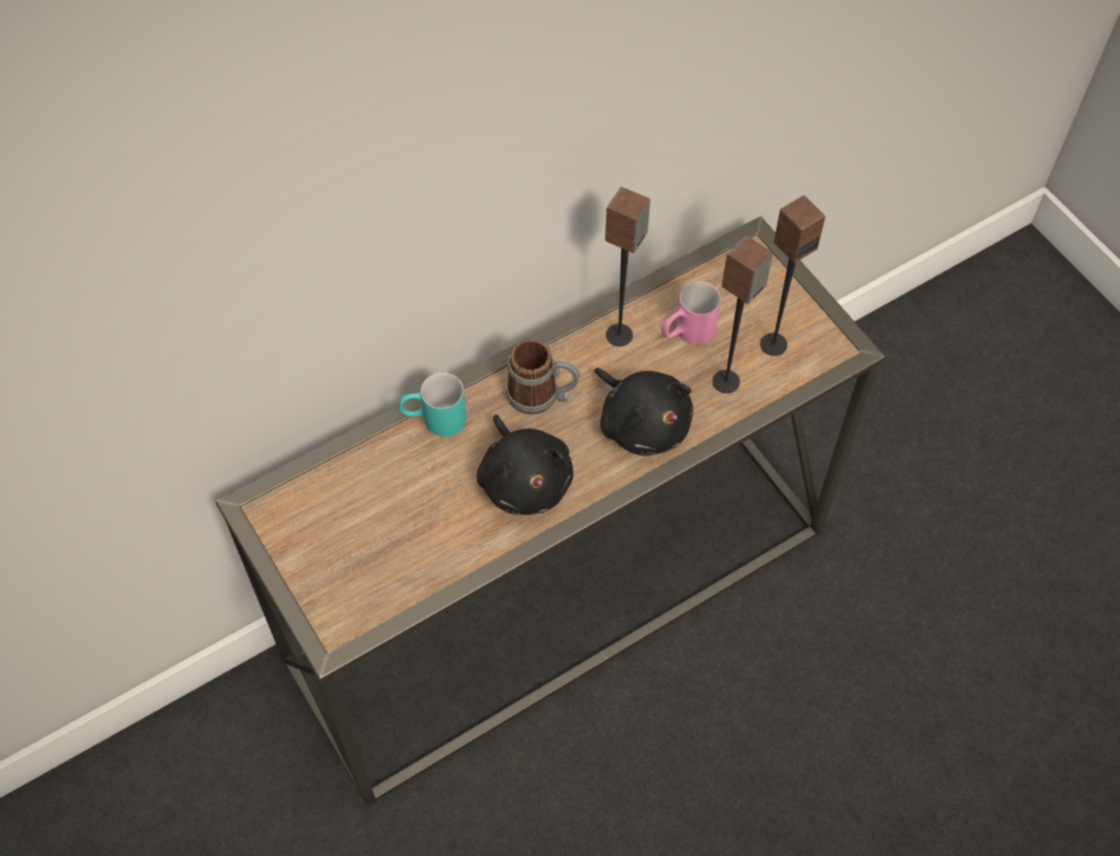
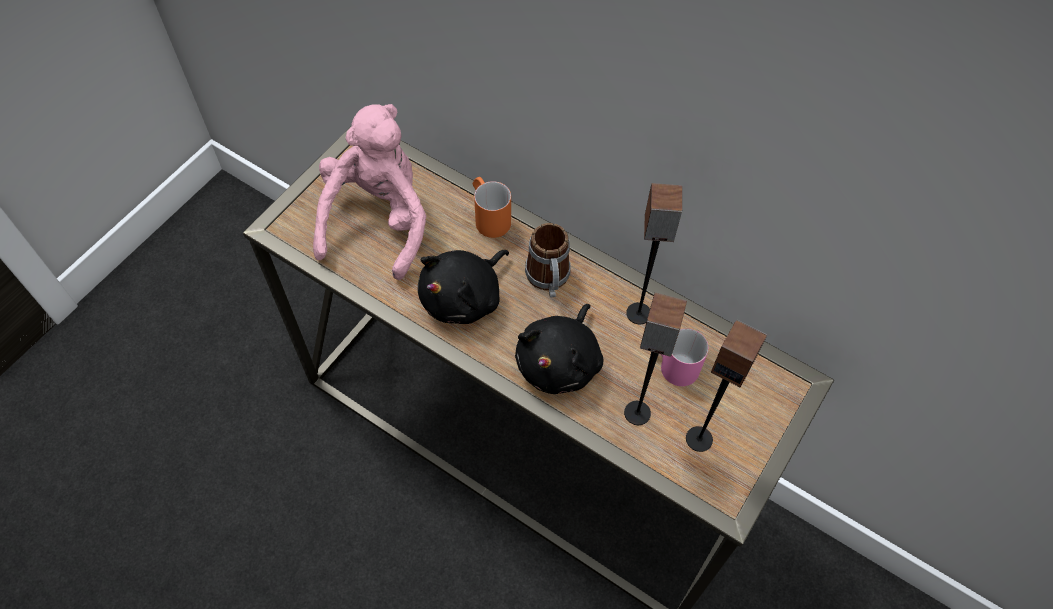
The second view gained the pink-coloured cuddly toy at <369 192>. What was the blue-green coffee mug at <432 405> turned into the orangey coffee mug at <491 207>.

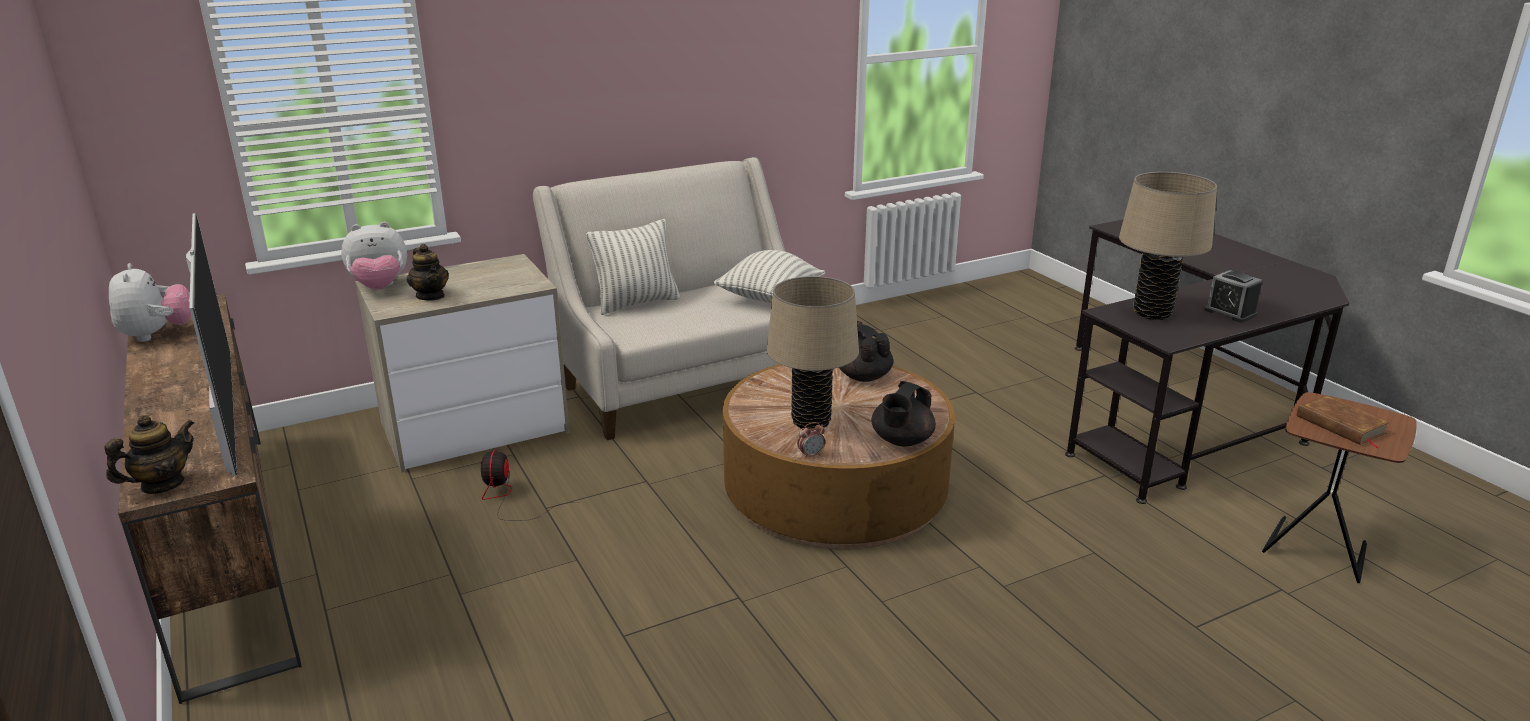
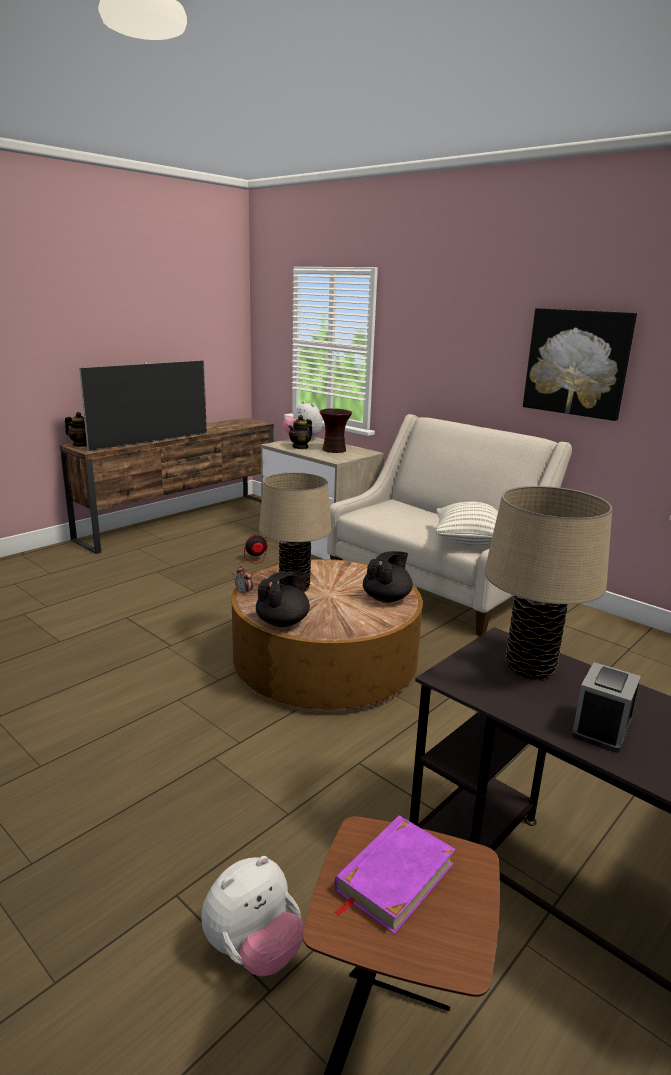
The cuddly toy ended up elsewhere, having gone from <150 302> to <252 916>. The black-coloured pot for tea at <903 414> ended up facing another way, 120 degrees clockwise from before. The second view gained the decorative vase at <335 430>. What was the brown-coloured book at <1343 421> turned into the purplish book at <395 874>. The second view gained the wall art at <580 364>. The second view lost the throw pillow at <633 267>.

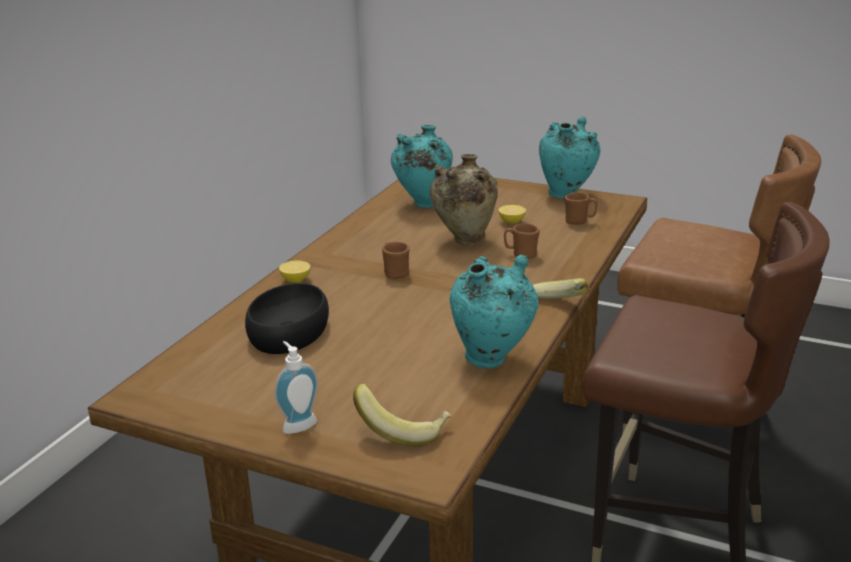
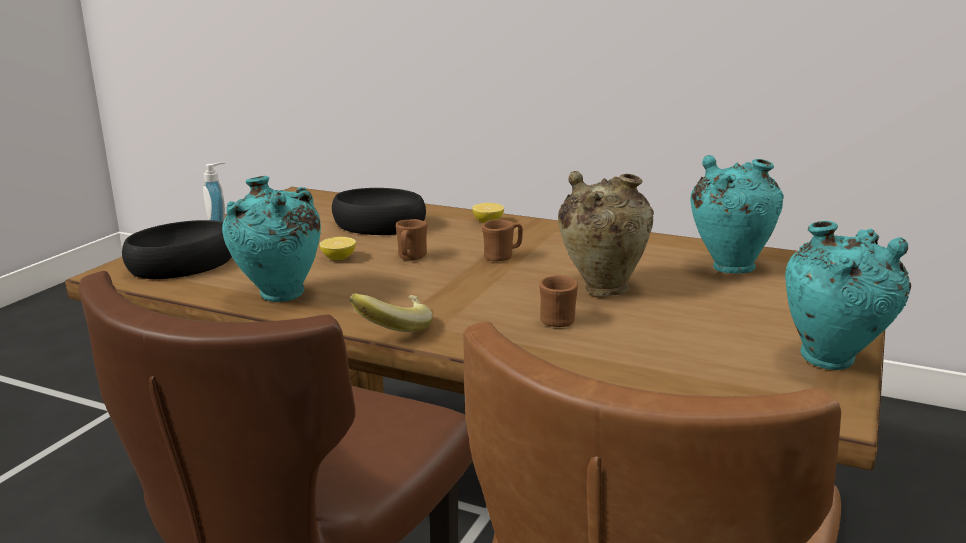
Where the banana fruit stood at <402 415>, the black-coloured serving bowl came to stand at <177 249>. The citrus fruit ended up elsewhere, having gone from <512 214> to <338 248>. The brown-coloured coffee mug ended up elsewhere, having gone from <581 208> to <412 239>.

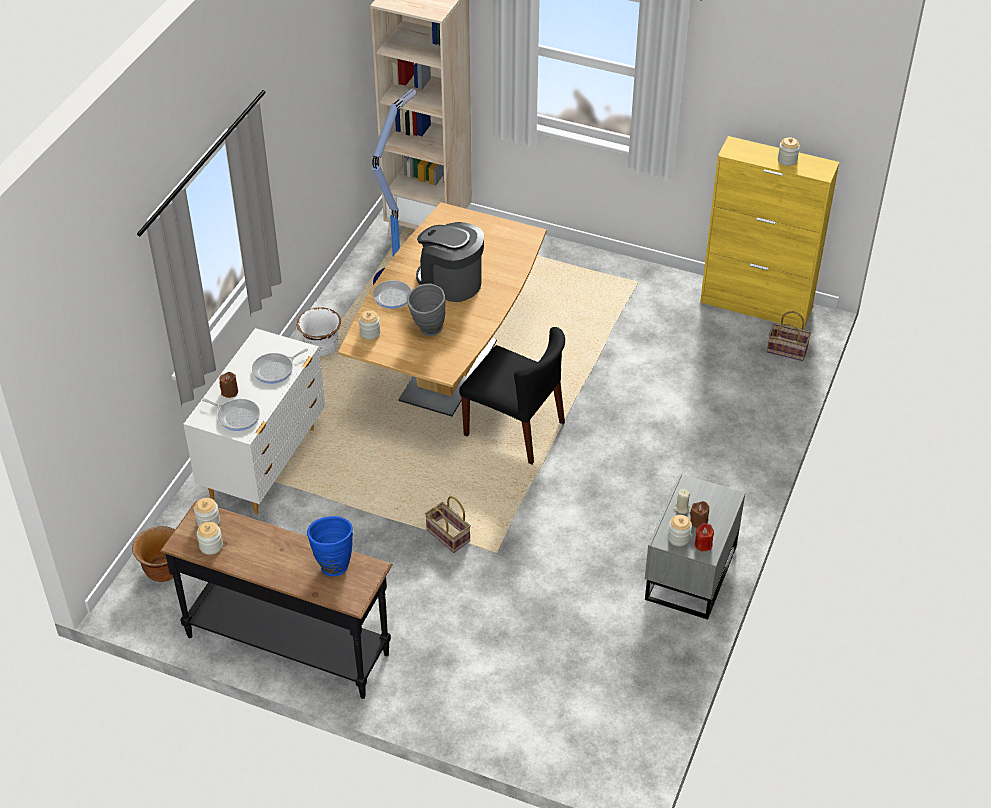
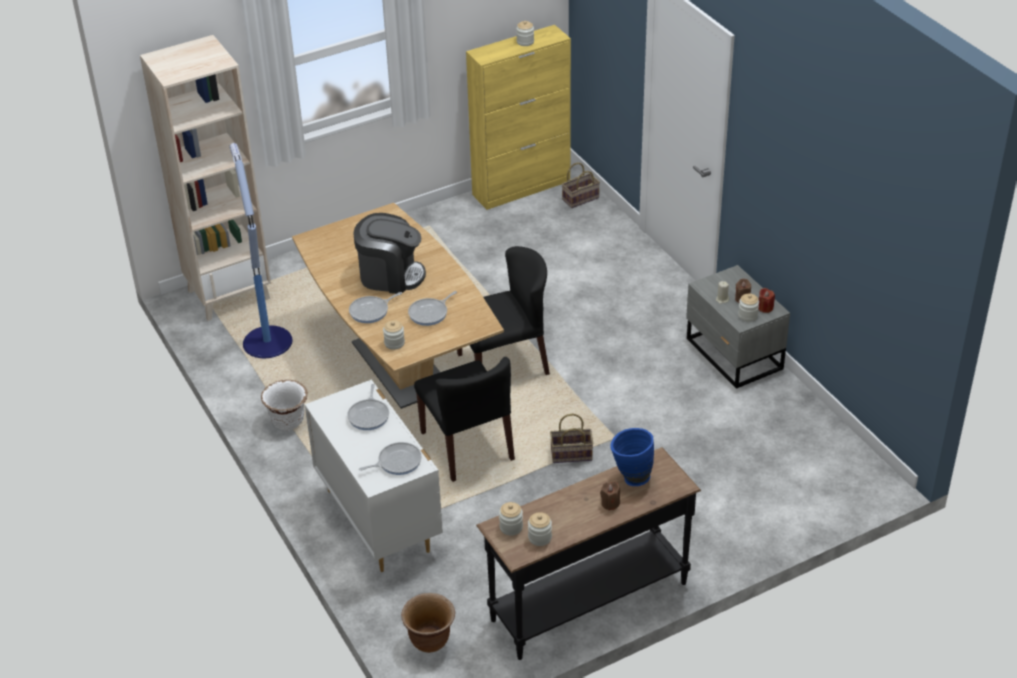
The coffee machine at <450 262> ended up facing another way, 150 degrees counterclockwise from before. Where the grey decorative vase stood at <426 310>, the frying pan came to stand at <432 308>. The second view gained the black-coloured plain chair at <464 419>. The brown-coloured wax light ended up elsewhere, having gone from <228 385> to <610 496>.

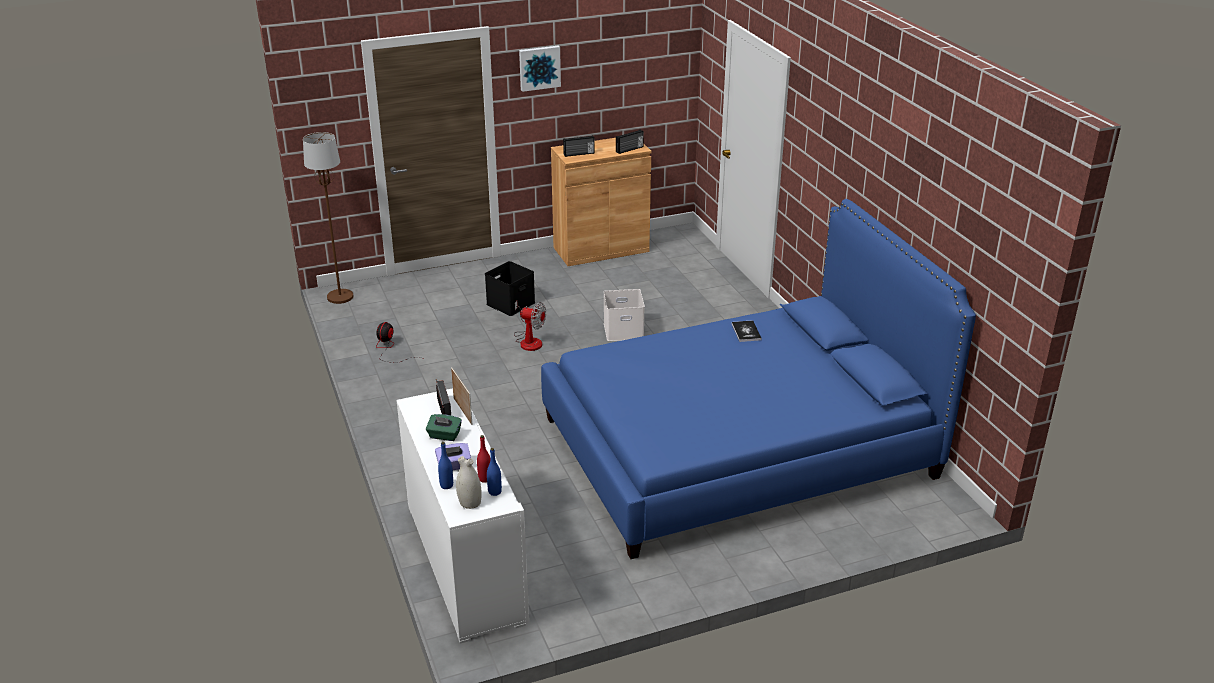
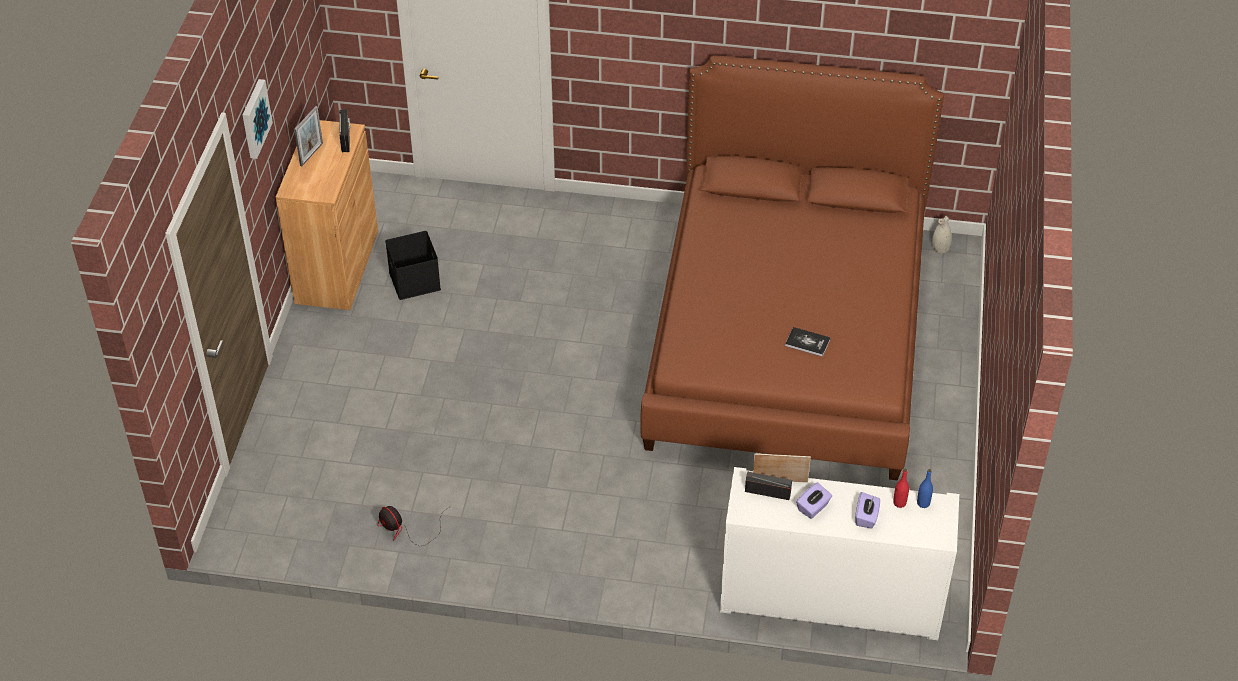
The second view gained the standing frame at <308 136>. The black-coloured storage box ended up elsewhere, having gone from <510 288> to <413 265>. What was the bluish bed at <758 379> turned into the brown-coloured bed at <792 268>. The book ended up elsewhere, having gone from <747 331> to <808 342>. What was the green-coloured tissue box at <444 427> turned into the purplish tissue box at <814 500>. The white-coloured decorative vase ended up elsewhere, having gone from <469 482> to <942 235>. The second view lost the brown-coloured standing lamp at <328 218>. The second view lost the bluish bottle at <445 465>. The second view lost the fan at <530 326>. The second view lost the radio receiver at <579 146>. The second view lost the white-coloured storage box at <624 315>.

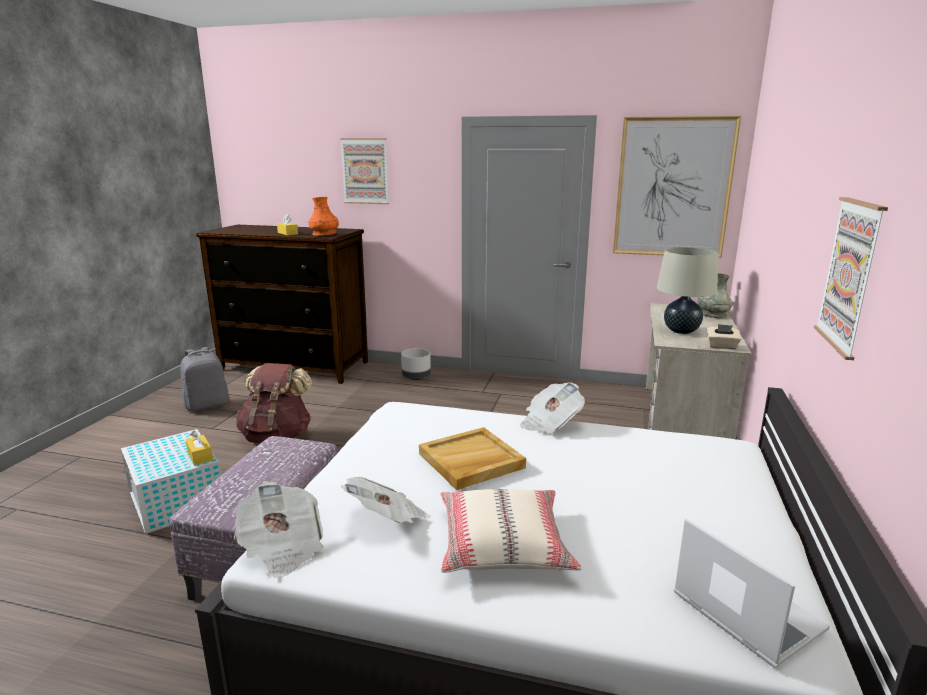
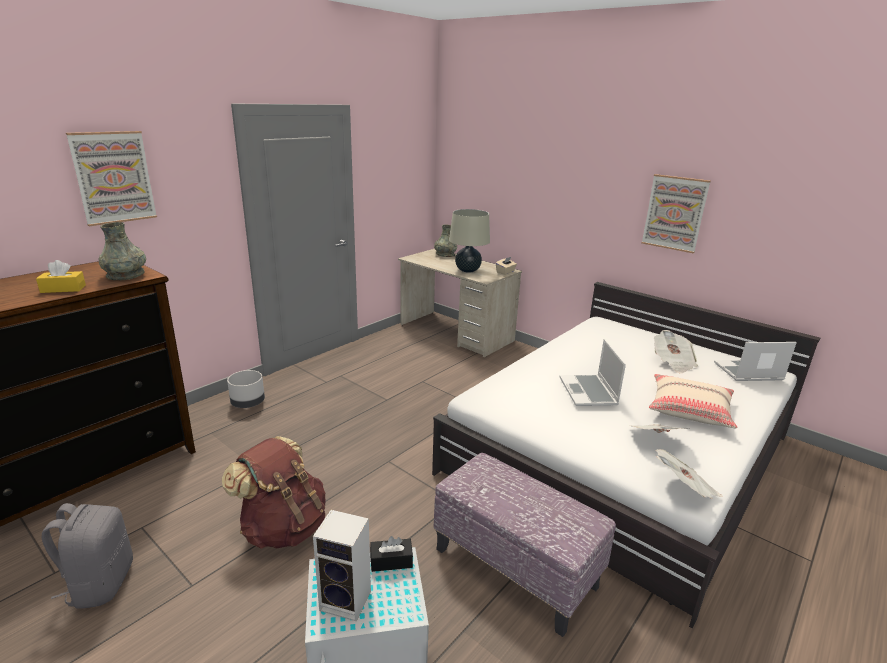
What was the orangey decorative vase at <323 216> turned into the grey decorative vase at <122 251>. The second view gained the audio speaker at <342 565>. What was the yellow-coloured tissue box at <199 448> turned into the black-coloured tissue box at <391 554>. Where the beige-coloured carrying tray stood at <472 458>, the notebook computer came to stand at <593 372>. The newspaper ended up elsewhere, having gone from <552 408> to <676 351>. The second view lost the wall art at <677 187>.

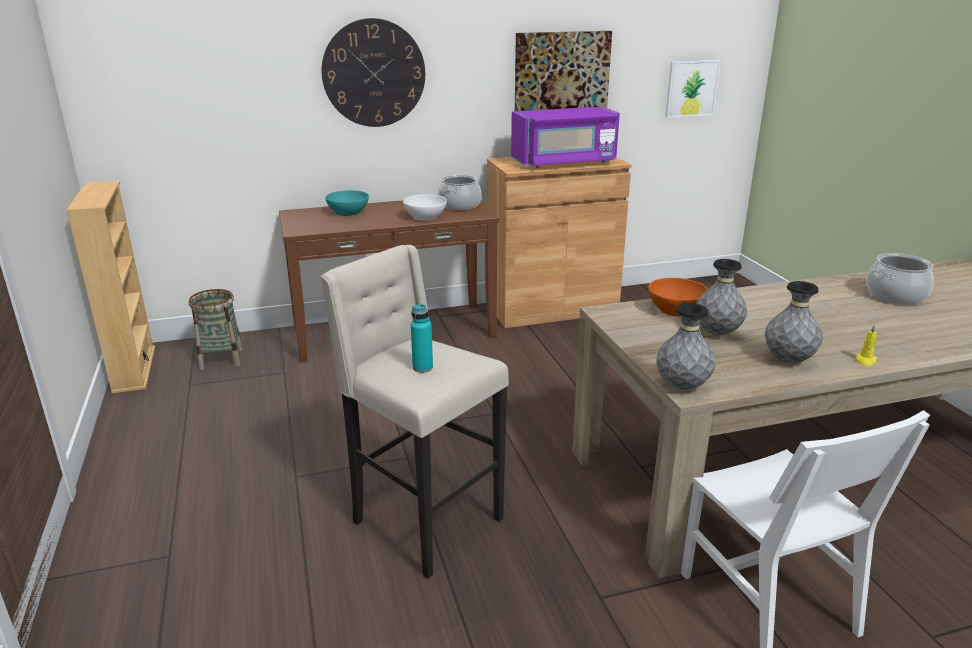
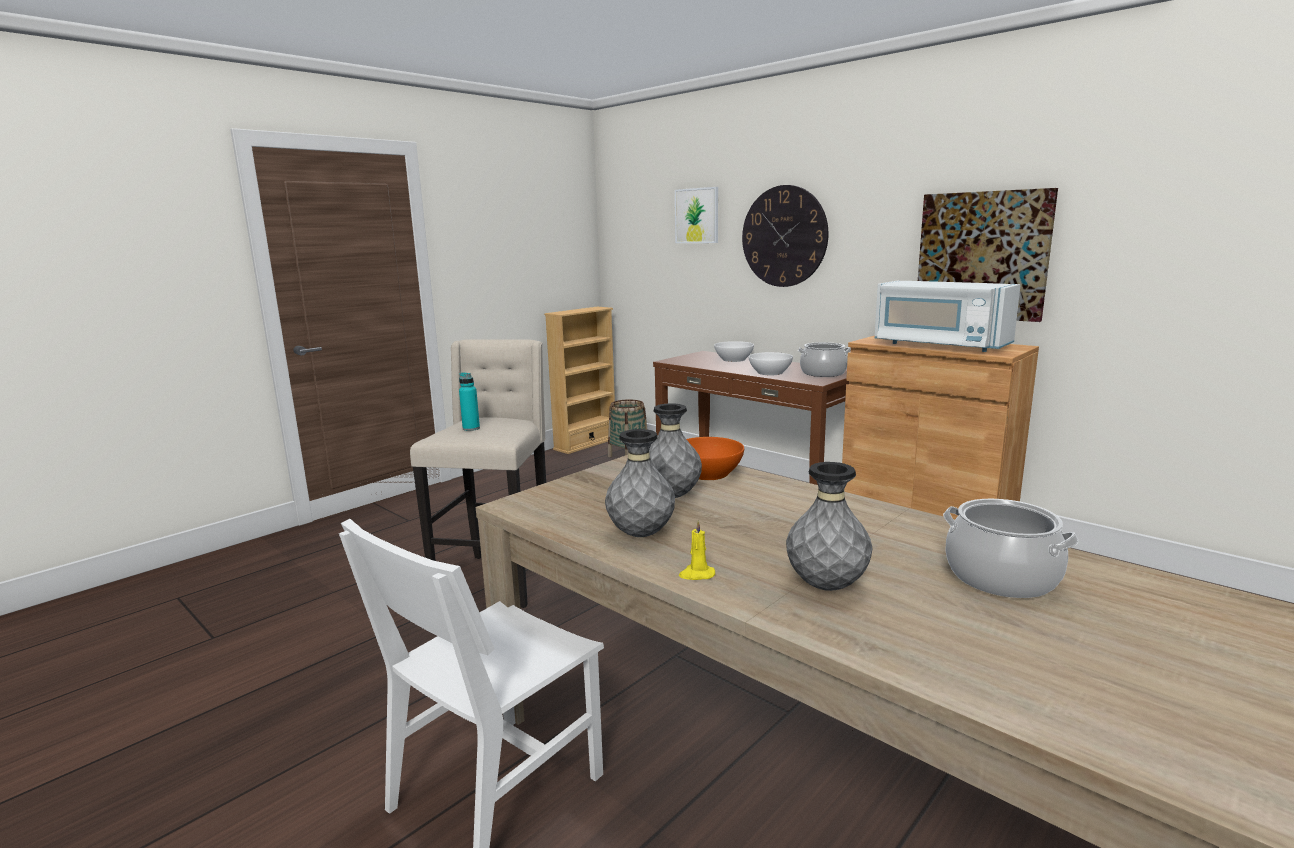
The wall art ended up elsewhere, having gone from <693 89> to <696 215>. What was the blue-green serving bowl at <347 203> turned into the white-coloured serving bowl at <734 351>. The grey decorative vase ended up elsewhere, having gone from <686 346> to <829 526>. What was the purplish microwave oven at <565 137> turned into the white-coloured microwave oven at <947 316>.

